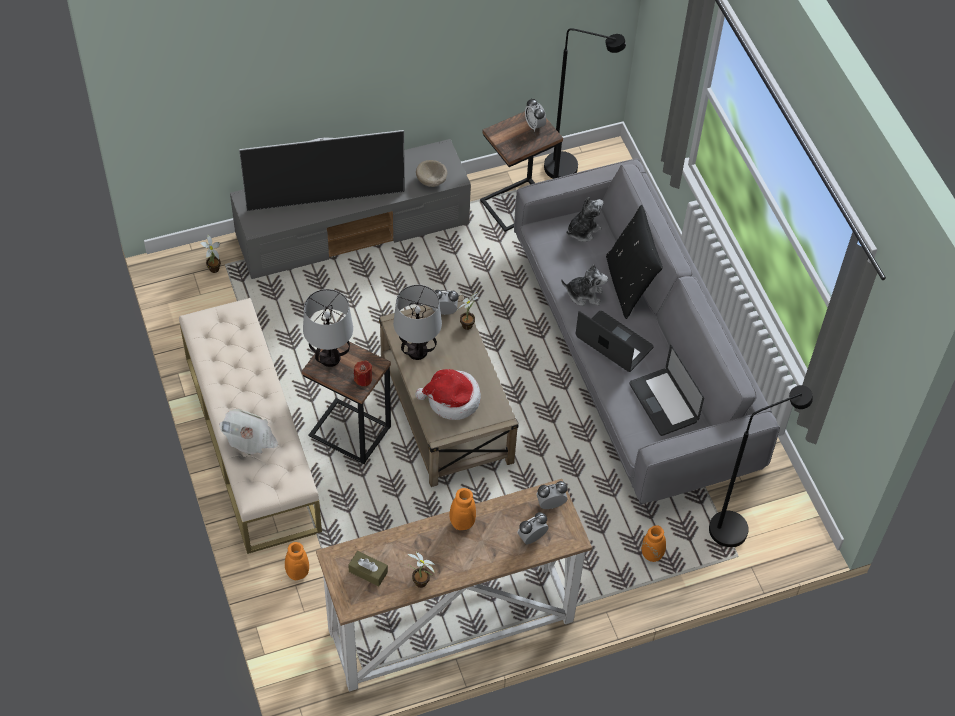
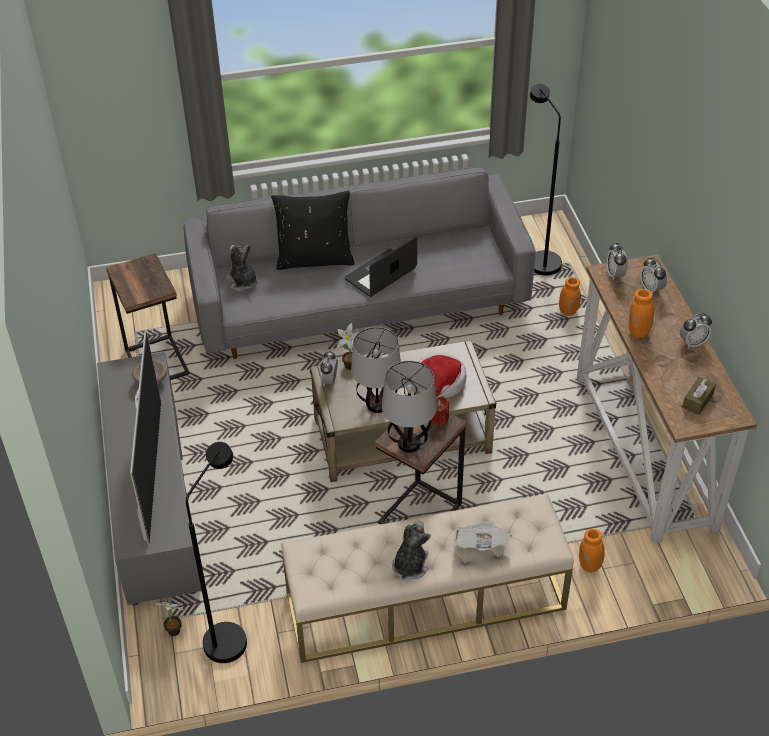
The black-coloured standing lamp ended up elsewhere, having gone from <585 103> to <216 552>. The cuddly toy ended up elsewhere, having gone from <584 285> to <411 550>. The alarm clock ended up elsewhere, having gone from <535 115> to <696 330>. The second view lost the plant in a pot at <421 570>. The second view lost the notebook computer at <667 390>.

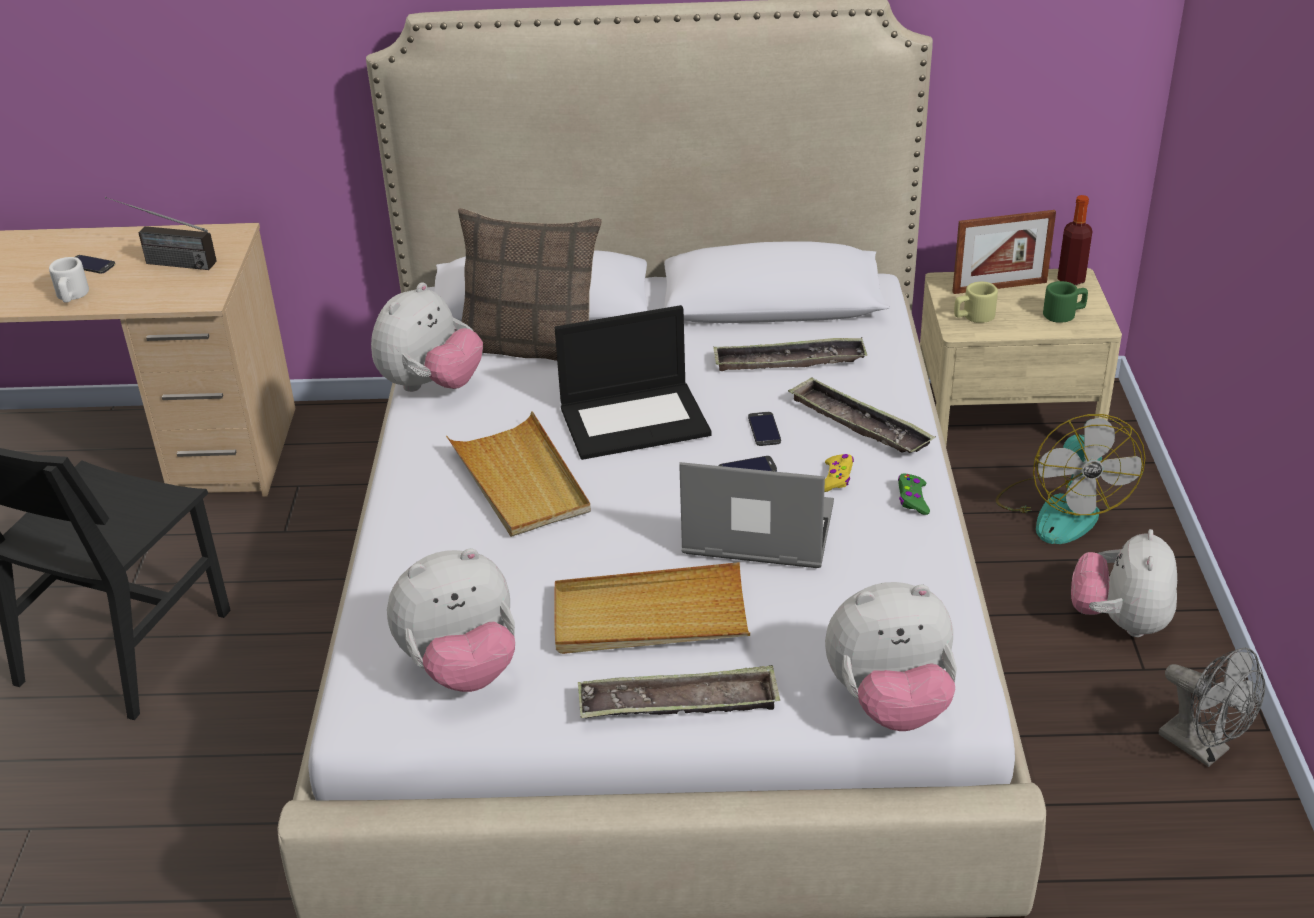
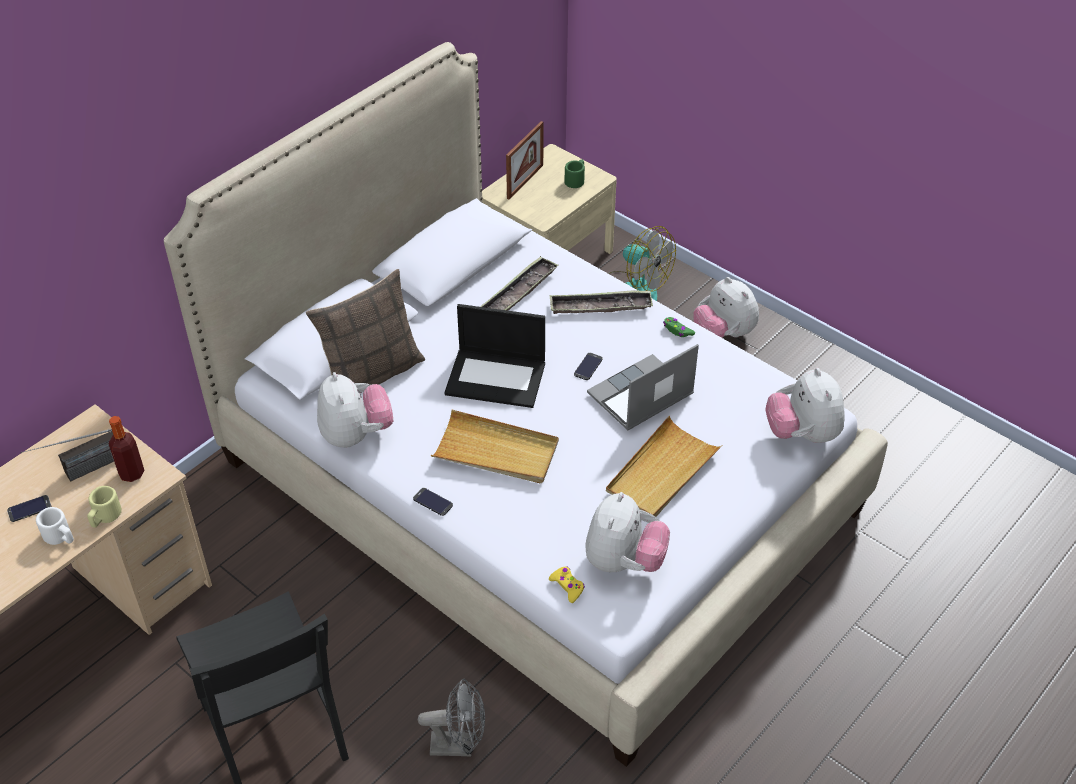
The beige-coloured coffee mug ended up elsewhere, having gone from <976 302> to <104 507>. The bottle ended up elsewhere, having gone from <1074 240> to <127 449>. The phone ended up elsewhere, having gone from <764 429> to <433 502>. The grey fan ended up elsewhere, having gone from <1212 707> to <451 717>. The notebook computer at <633 382> ended up facing another way, 75 degrees clockwise from before. The yellow-coloured joypad ended up elsewhere, having gone from <839 473> to <567 584>. The cuddly toy at <891 656> ended up facing another way, 135 degrees clockwise from before. The second view lost the carrying tray at <679 691>.

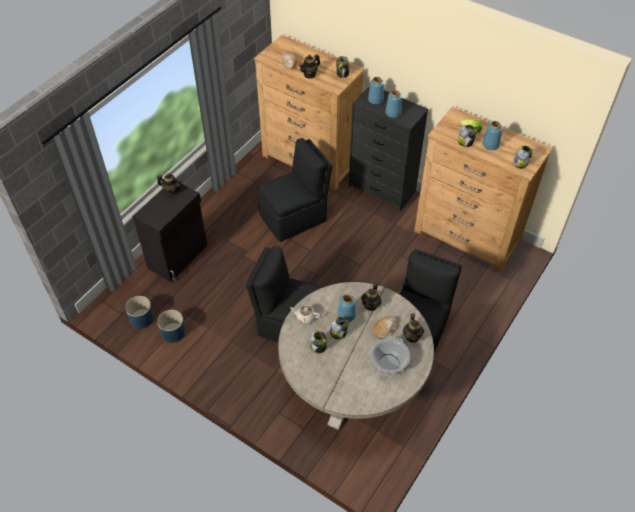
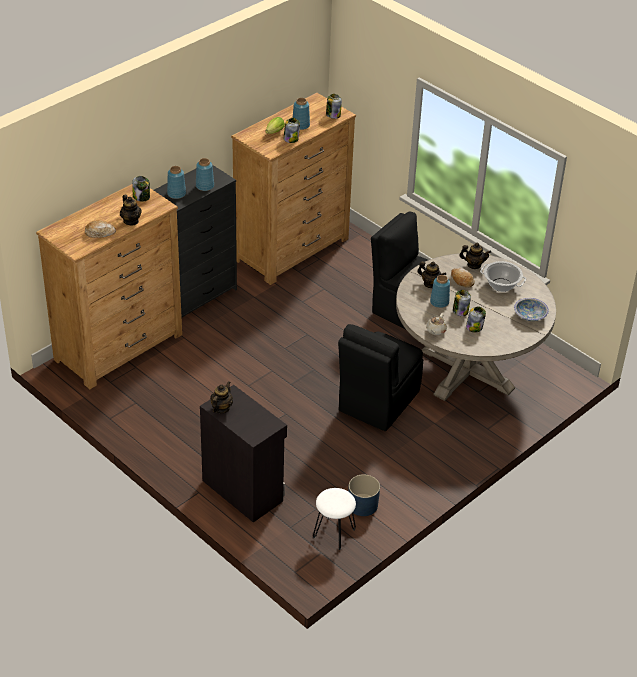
Where the bluish flower pot stood at <139 312>, the white-coloured stool seat came to stand at <334 519>. The second view gained the serving bowl at <531 309>. The second view lost the black-coloured plain chair at <295 190>.

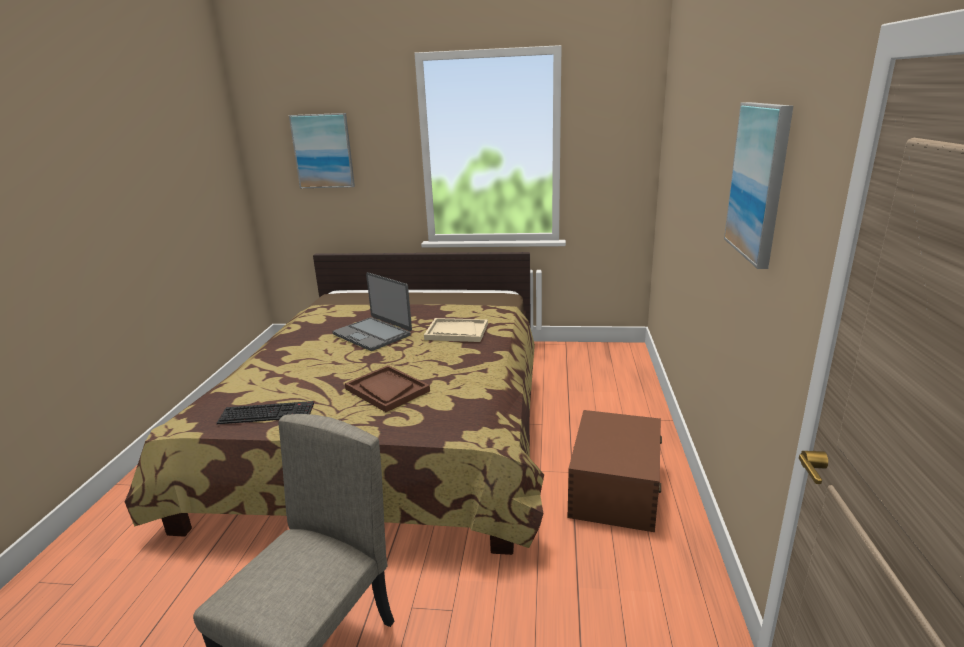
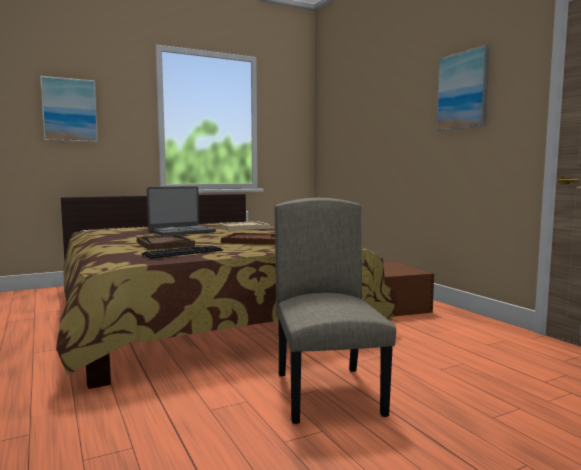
The second view gained the brown-coloured carrying tray at <166 242>. The notebook computer at <372 311> ended up facing another way, 45 degrees counterclockwise from before.

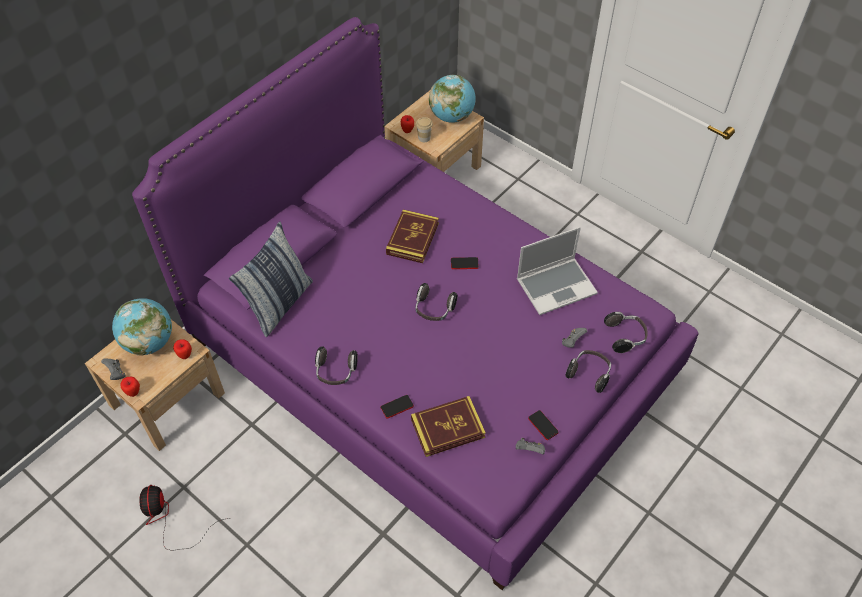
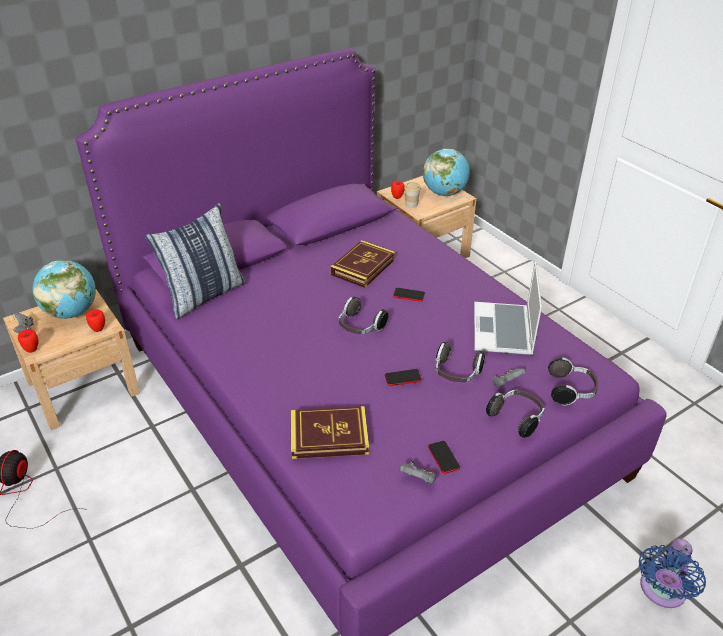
The phone ended up elsewhere, having gone from <397 406> to <403 377>. The headset ended up elsewhere, having gone from <336 365> to <460 362>. The notebook computer at <557 271> ended up facing another way, 105 degrees clockwise from before. The second view gained the bluish fan at <672 573>.

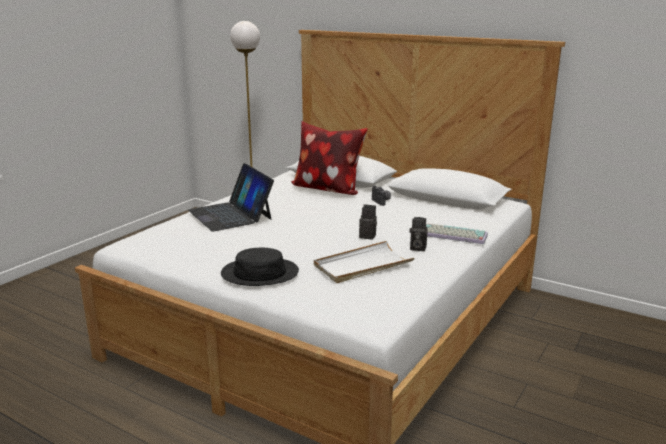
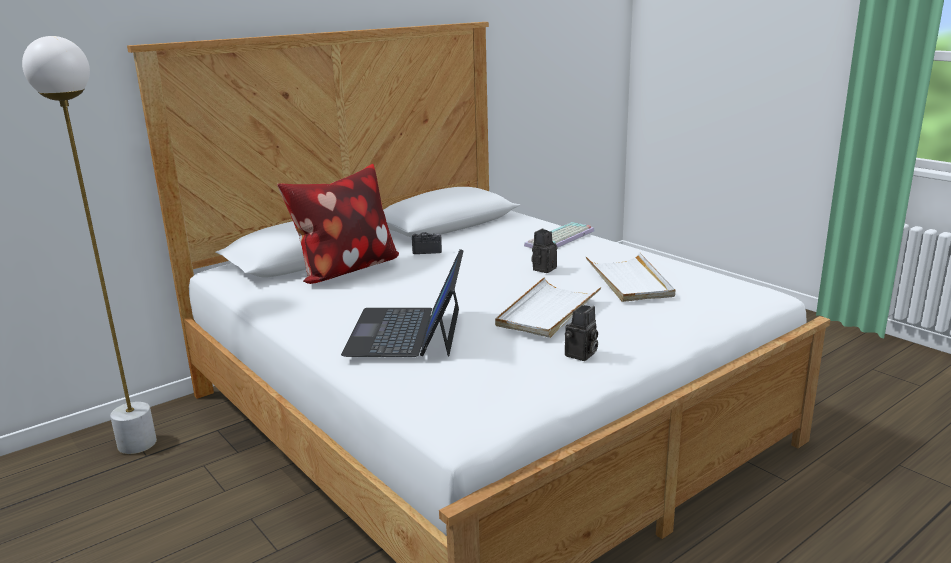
The notebook computer at <231 197> ended up facing another way, 105 degrees clockwise from before. The second view gained the white-coloured carrying tray at <548 307>. The photo camera ended up elsewhere, having gone from <418 234> to <581 333>. The second view lost the black-coloured clothing hat at <260 267>.

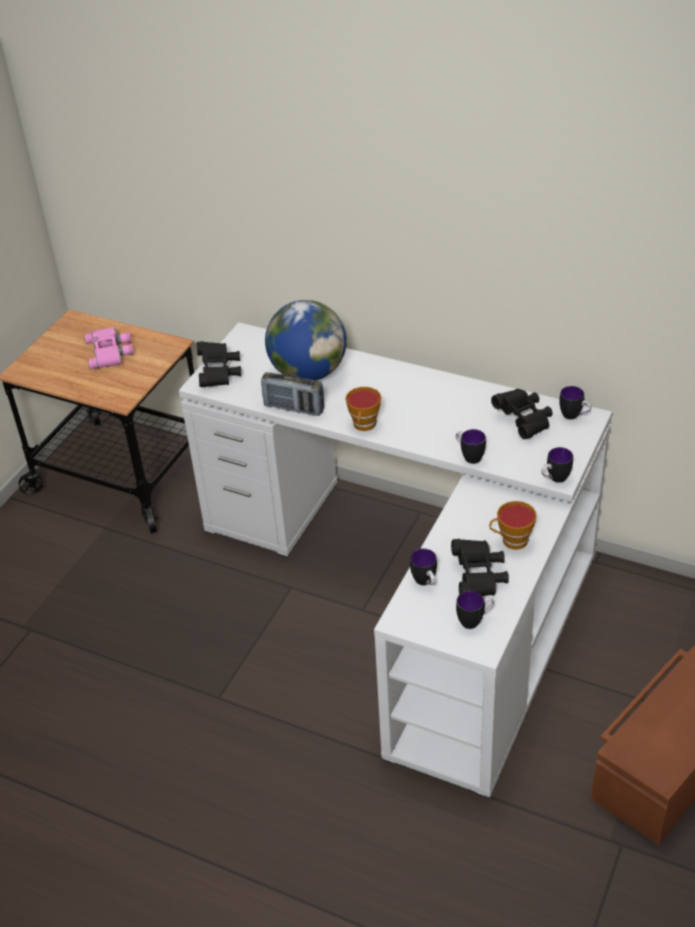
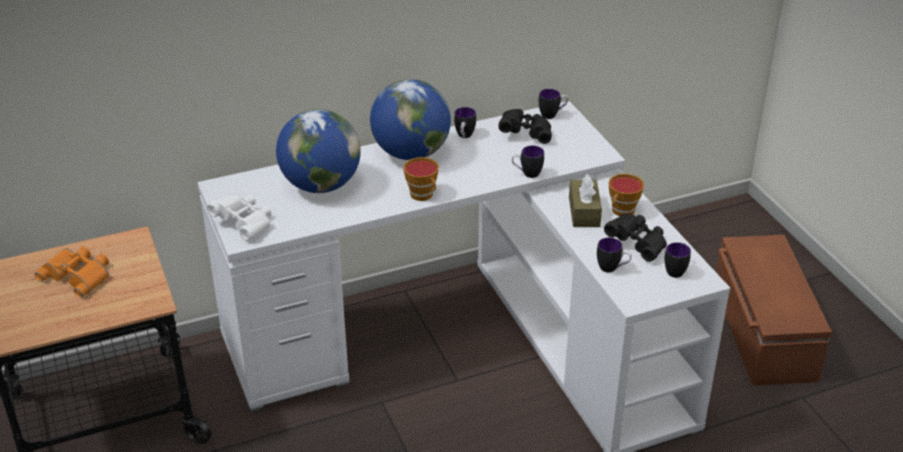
What was the pink-coloured binoculars at <109 348> turned into the orangey binoculars at <72 272>. What was the black-coloured binoculars at <219 364> turned into the white-coloured binoculars at <239 217>. The second view gained the globe at <410 119>. The coffee mug ended up elsewhere, having gone from <557 465> to <465 122>. The second view gained the brown-coloured tissue box at <585 200>. The second view lost the radio receiver at <292 394>.

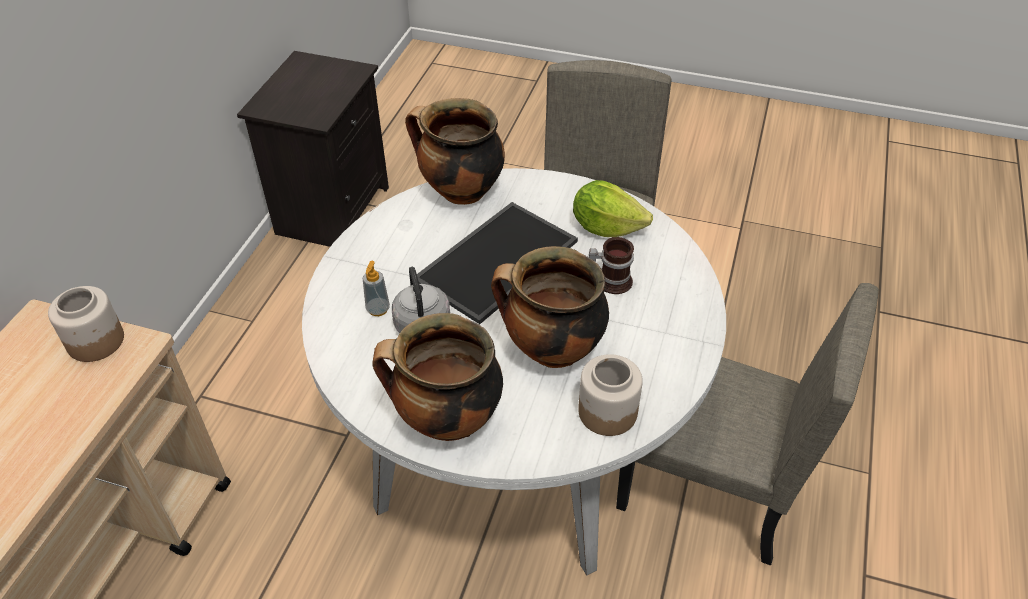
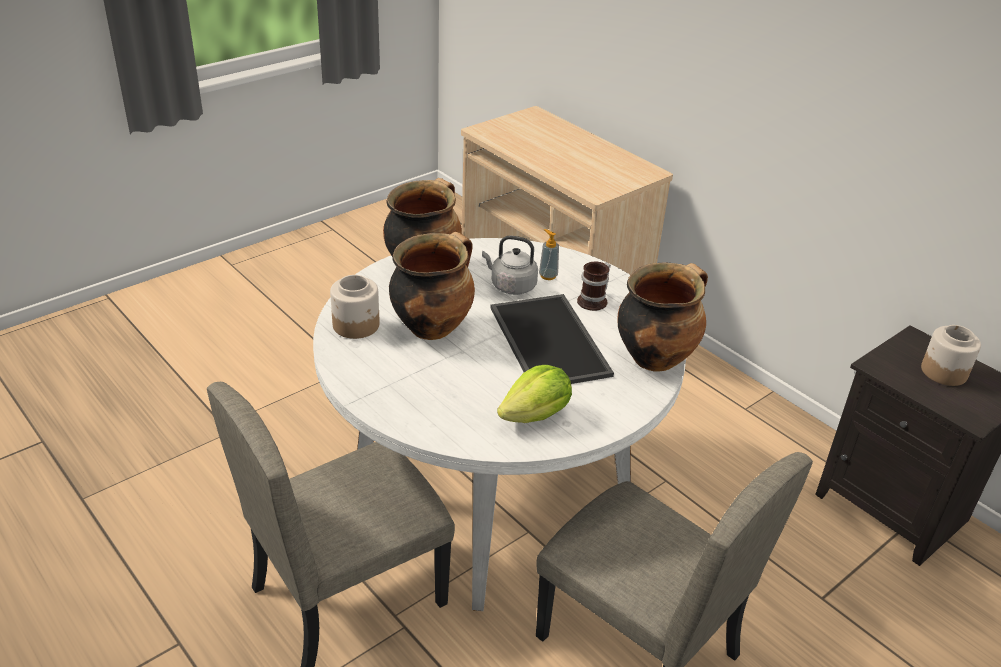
The coffee mug ended up elsewhere, having gone from <611 265> to <594 286>. The jar ended up elsewhere, having gone from <86 324> to <951 355>.

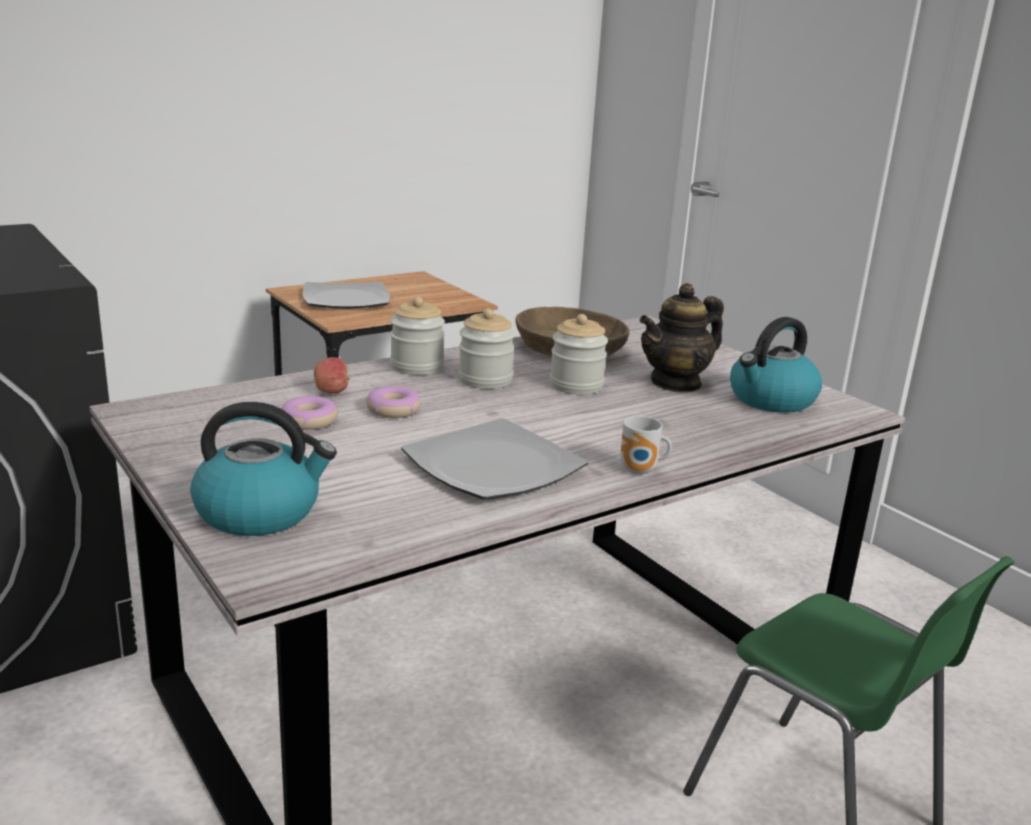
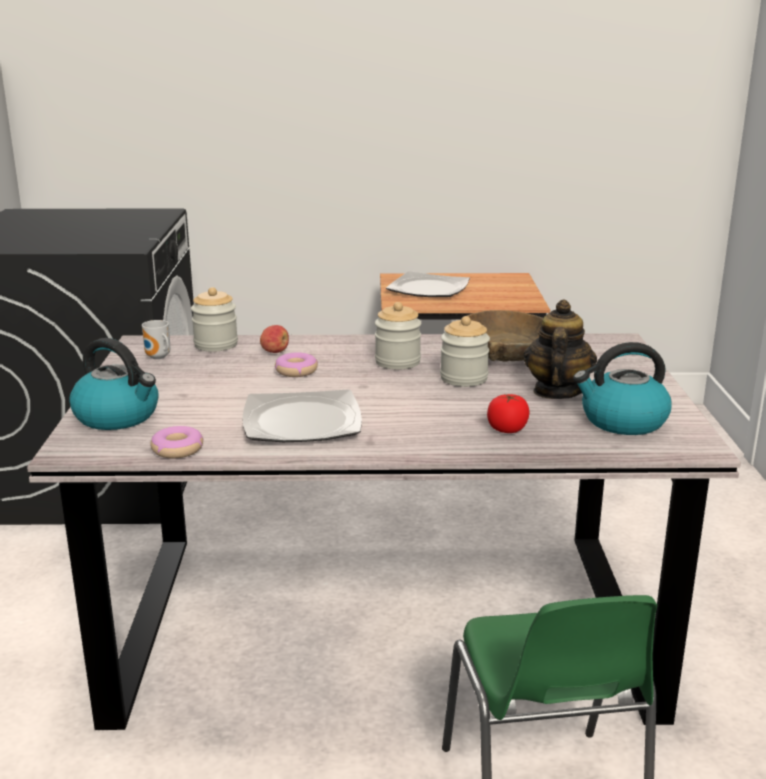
The coffee mug ended up elsewhere, having gone from <646 445> to <156 339>. The donut ended up elsewhere, having gone from <309 413> to <176 442>. The jar ended up elsewhere, having gone from <417 336> to <214 319>. The second view gained the fresh tomato at <508 413>. The pot for tea at <681 337> ended up facing another way, 105 degrees clockwise from before.

